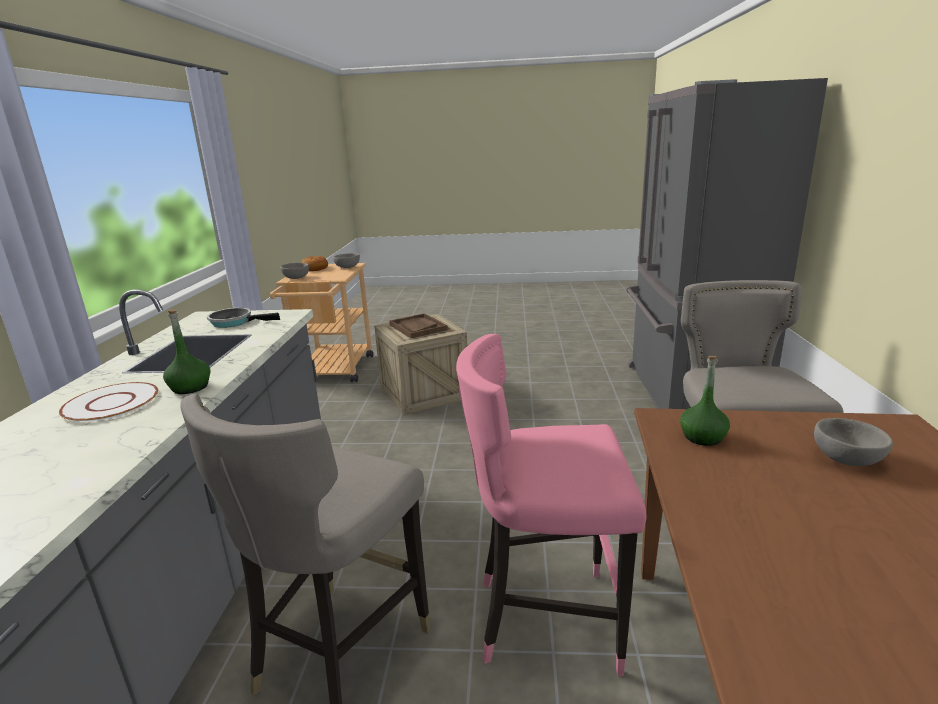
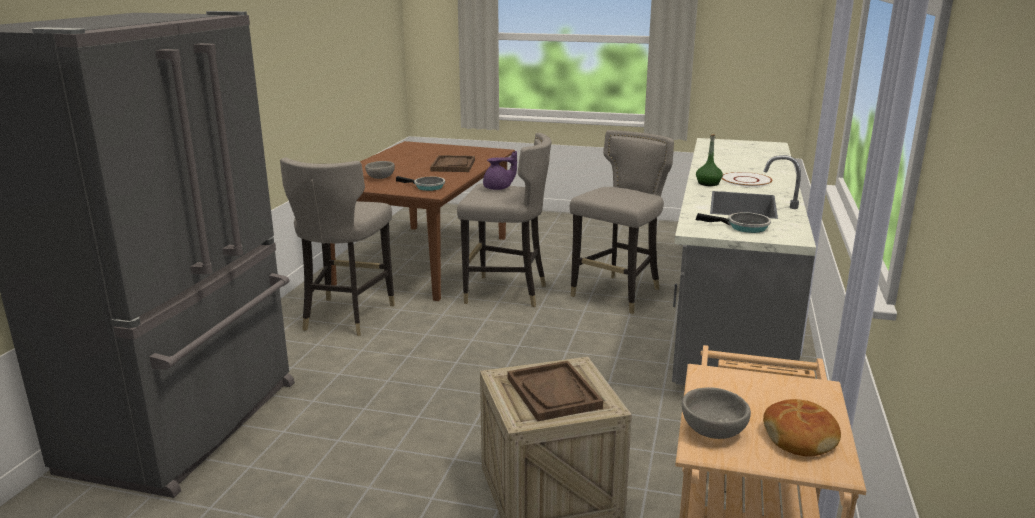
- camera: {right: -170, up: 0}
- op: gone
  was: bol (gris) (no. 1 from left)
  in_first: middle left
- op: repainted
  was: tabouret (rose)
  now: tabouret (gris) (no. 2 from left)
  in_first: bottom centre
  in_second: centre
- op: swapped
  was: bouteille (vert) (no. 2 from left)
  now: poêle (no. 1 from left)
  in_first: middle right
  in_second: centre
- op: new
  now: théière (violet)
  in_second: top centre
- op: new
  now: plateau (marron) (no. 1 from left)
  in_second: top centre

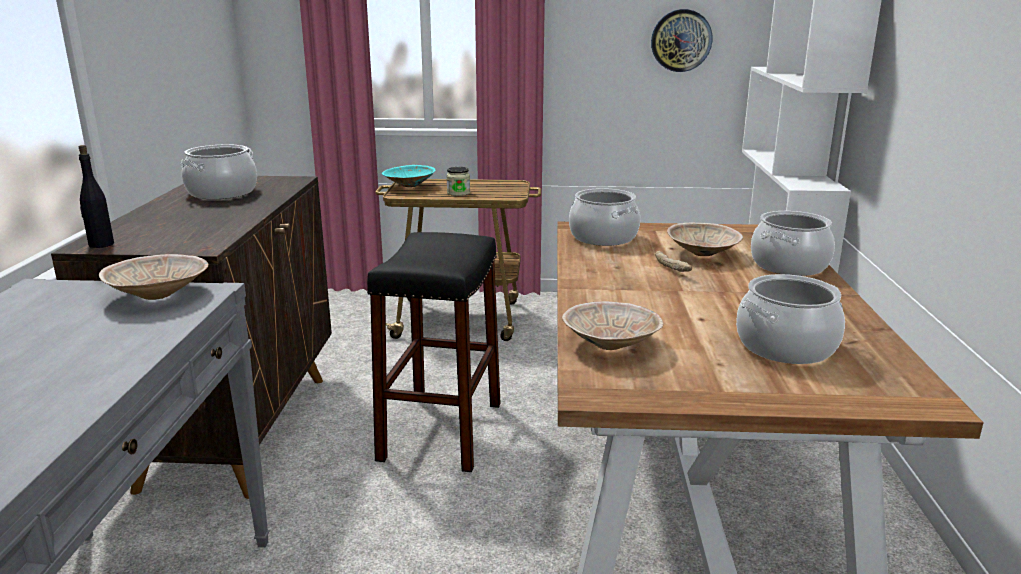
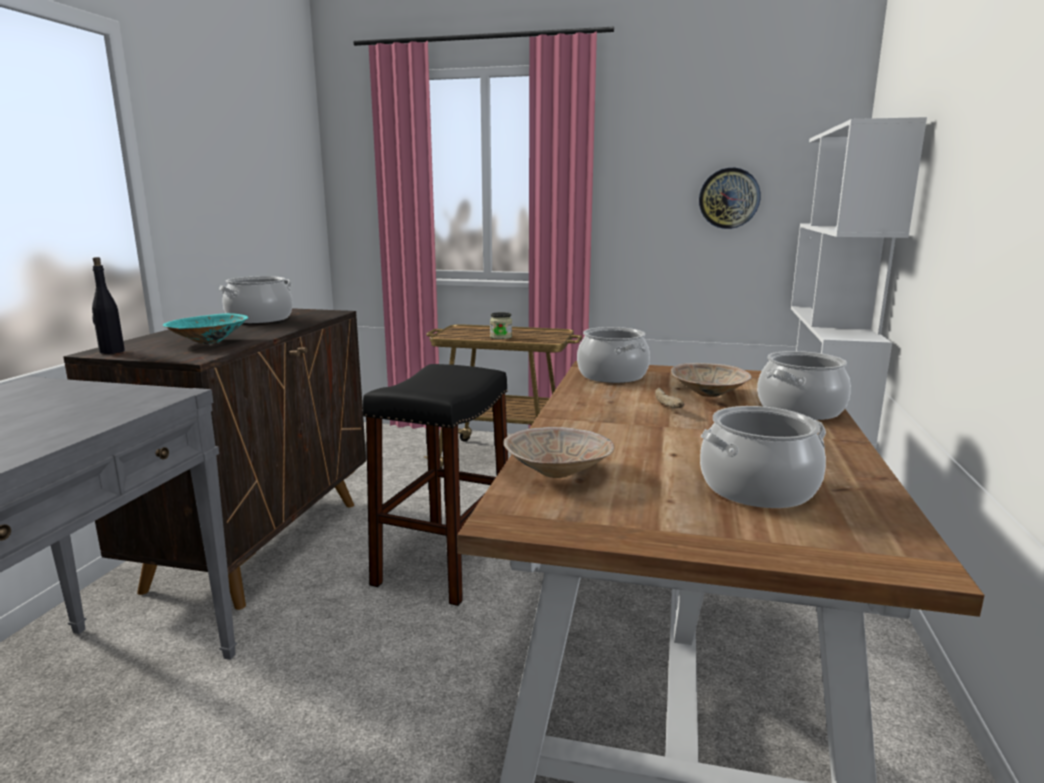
- camera: {right: 10, up: -5}
- op: shifted
  was: bol (turquoise)
  in_first: top centre
  in_second: middle left
- op: gone
  was: bol (beige) (no. 1 from left)
  in_first: middle left

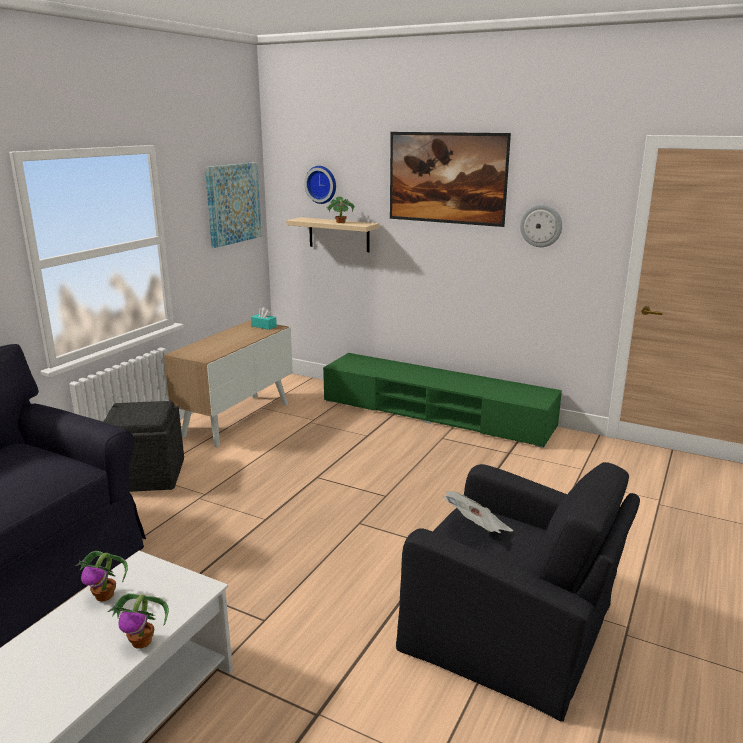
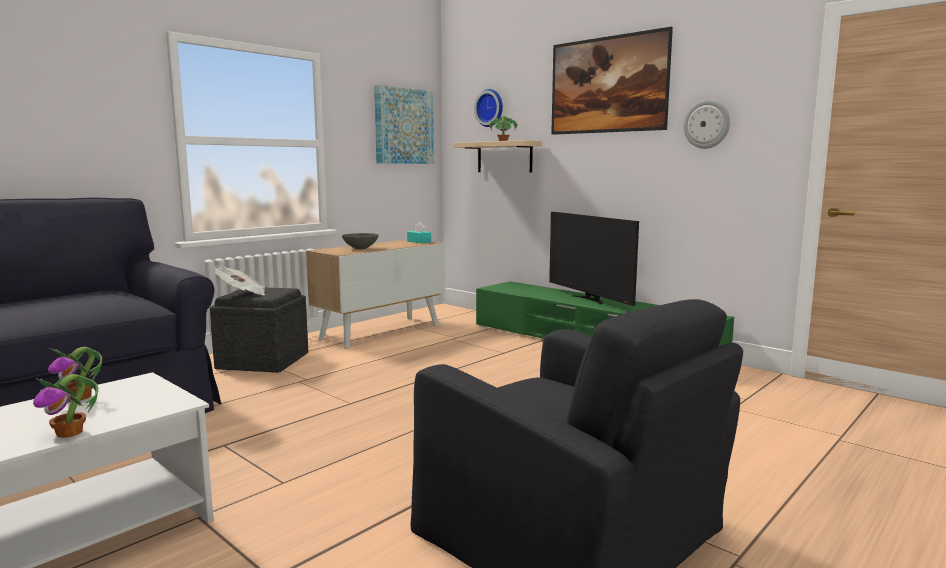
- camera: {right: 15, up: -10}
- op: shifted
  was: journal
  in_first: bottom centre
  in_second: middle left
- op: new
  now: téléviseur
  in_second: centre
- op: new
  now: bol (gris)
  in_second: centre

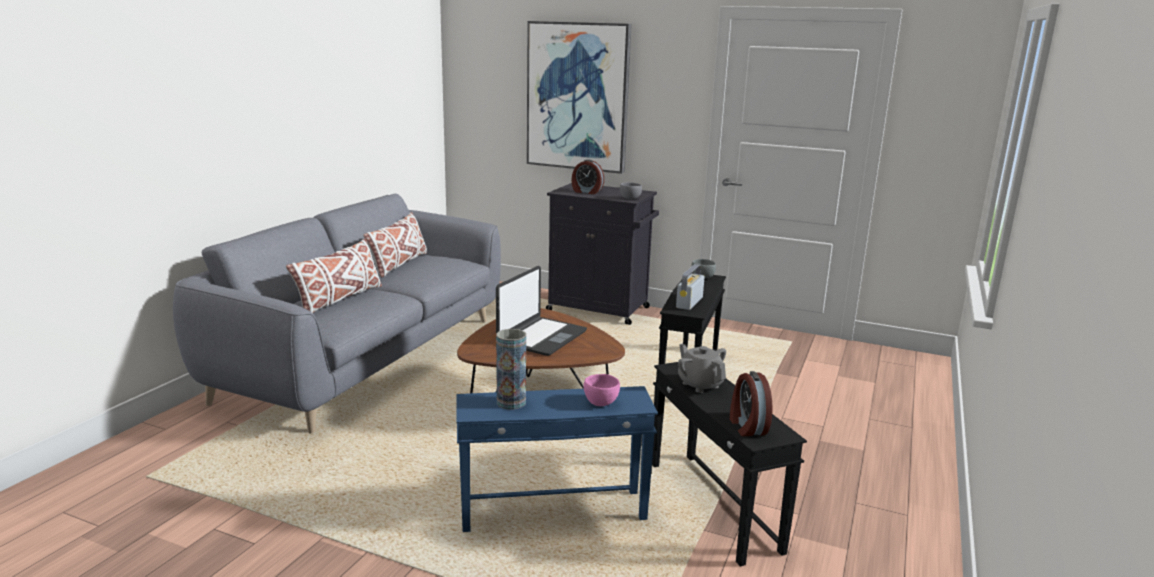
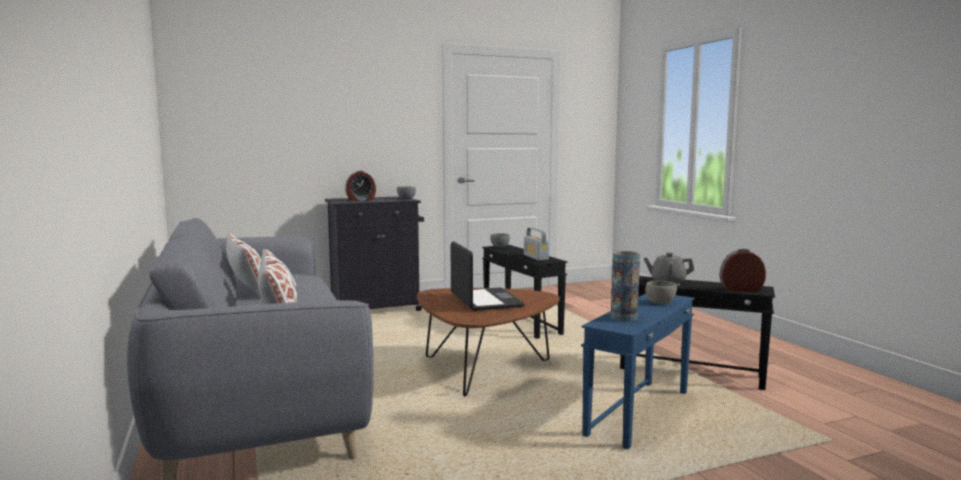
- camera: {right: -45, up: -10}
- op: gone
  was: tableau
  in_first: top centre
- op: rotated
  was: réveil (no. 2 from left)
  in_first: bottom centre
  in_second: middle right
  clockwise: 150
- op: repainted
  was: bol (rose)
  now: bol (gris) (no. 3 from left)
  in_first: bottom centre
  in_second: middle right

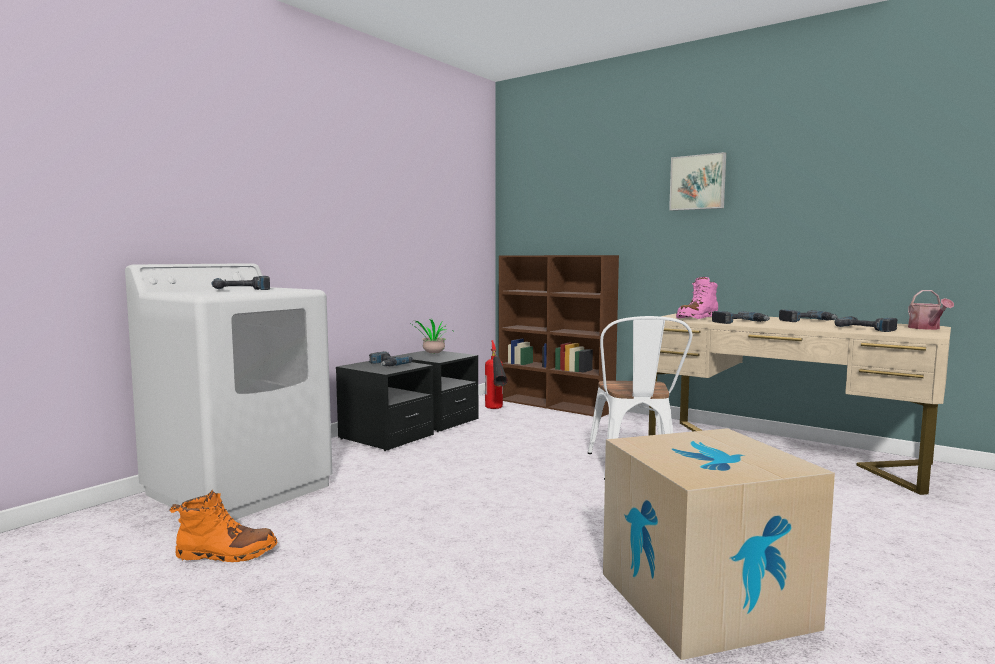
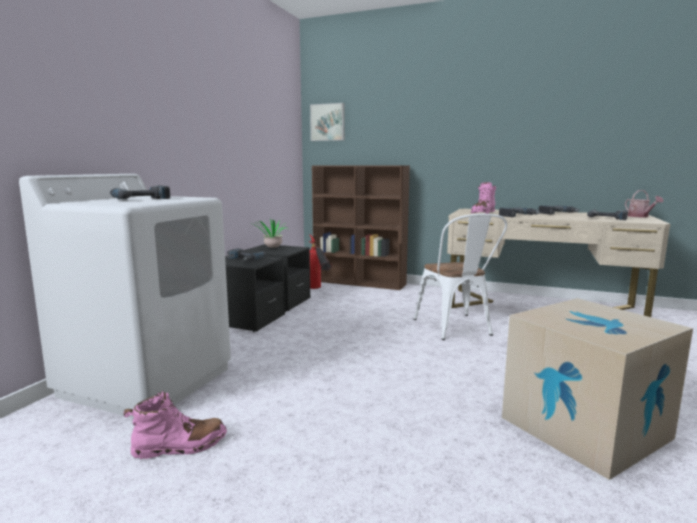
- camera: {right: -15, up: 5}
- op: shifted
  was: tableau
  in_first: top right
  in_second: top centre
- op: repainted
  was: botte (orange)
  now: botte (rose) (no. 1 from left)
  in_first: bottom left
  in_second: bottom left

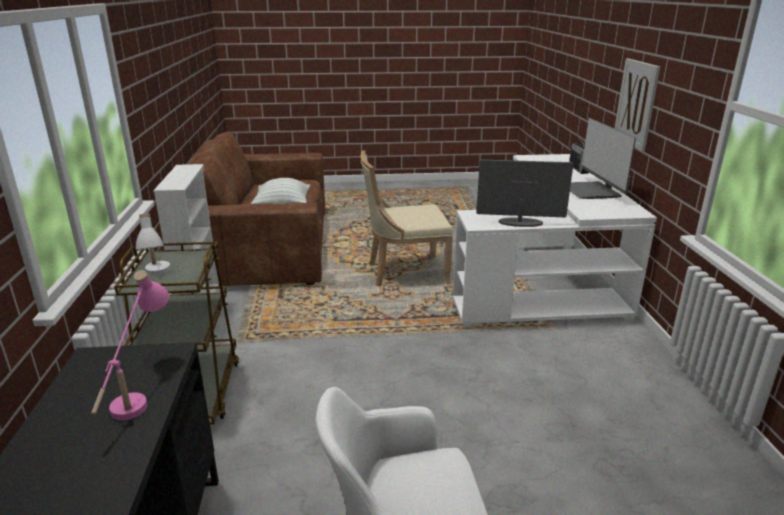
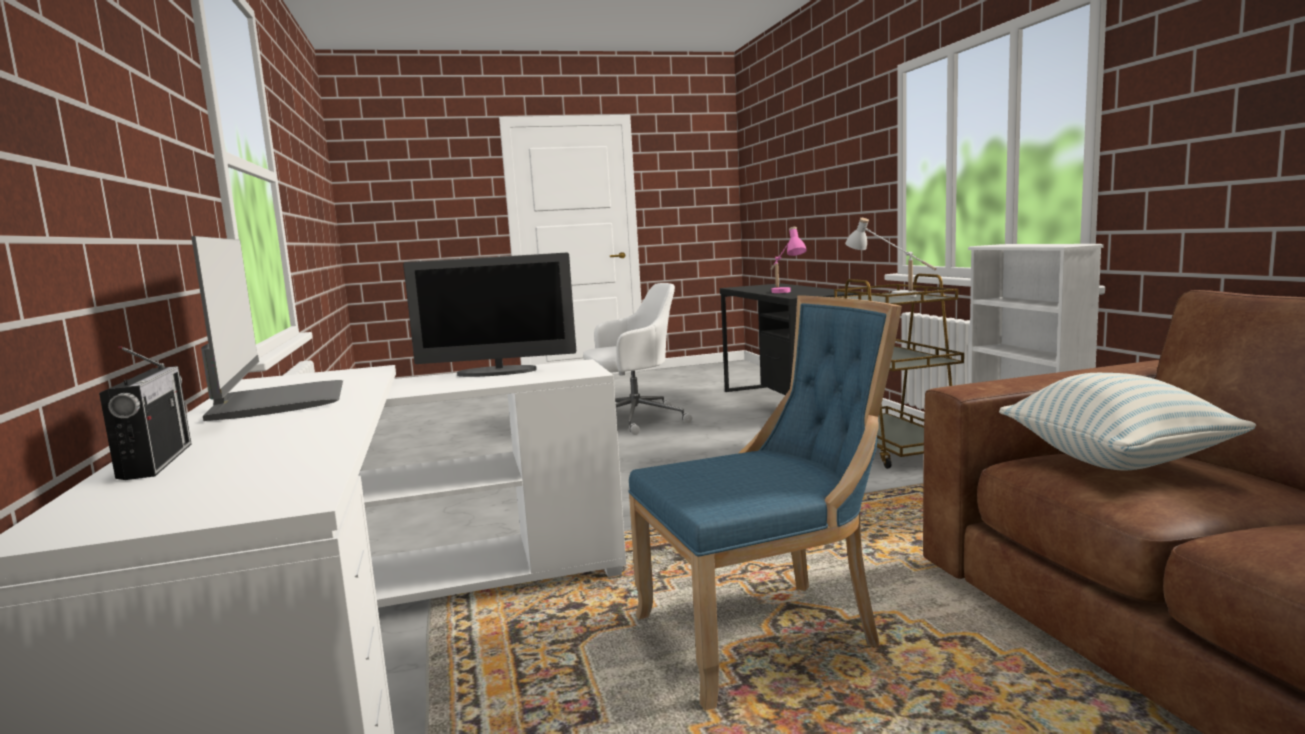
- camera: {right: 170, up: -15}
- op: gone
  was: tableau
  in_first: top right
- op: repainted
  was: chaise (beige)
  now: chaise (bleu)
  in_first: centre
  in_second: bottom centre

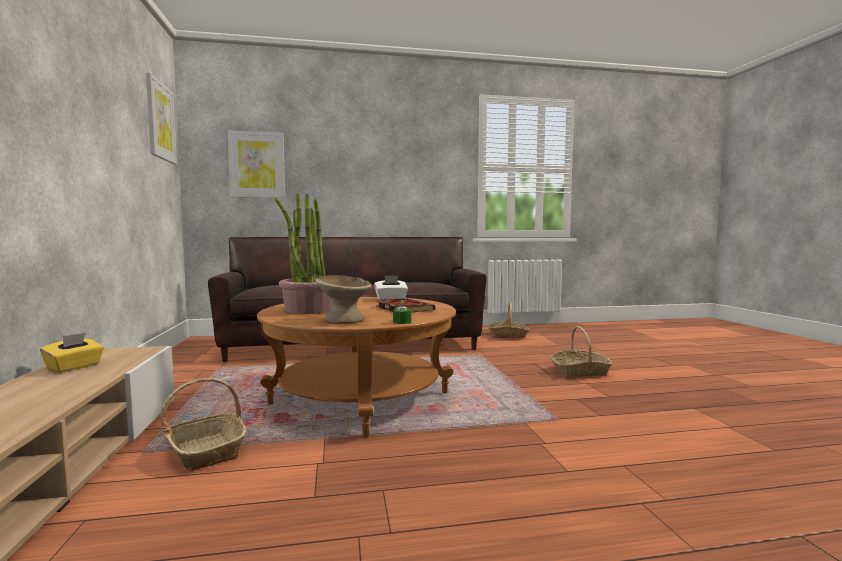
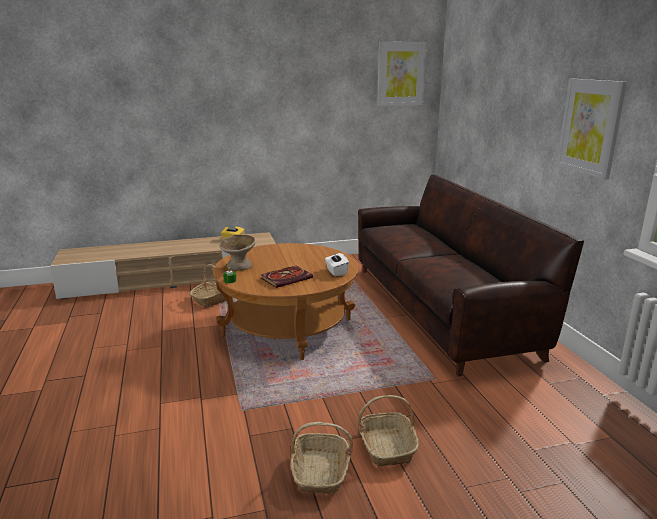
- camera: {right: 85, up: 15}
- op: shifted
  was: tableau (no. 2 from left)
  in_first: top left
  in_second: top right
- op: gone
  was: plante en pot
  in_first: centre
- op: shifted
  was: panier (no. 2 from left)
  in_first: centre
  in_second: bottom centre

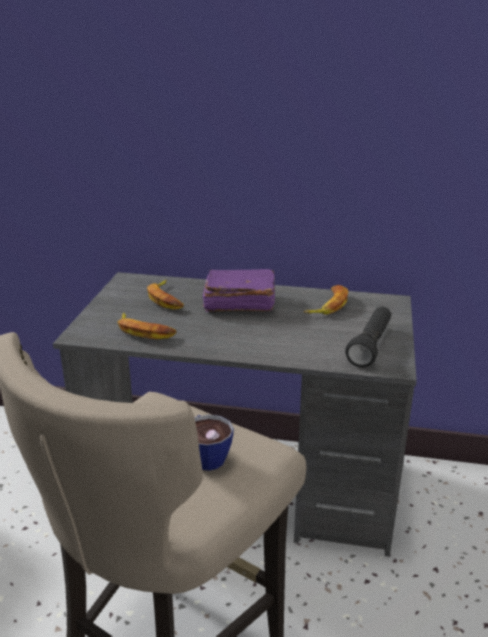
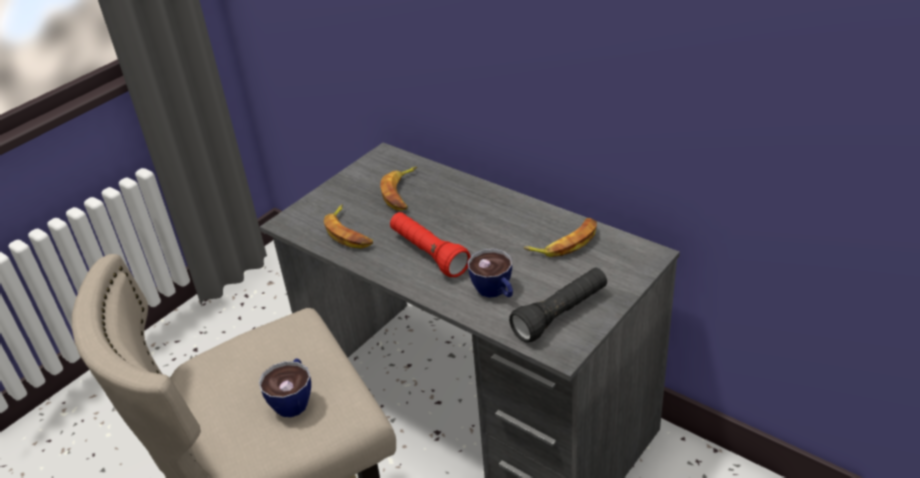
- camera: {right: 30, up: 10}
- op: gone
  was: livre (violet)
  in_first: centre
- op: new
  now: lampe de poche (rouge)
  in_second: centre
- op: new
  now: tasse (no. 2 from left)
  in_second: centre

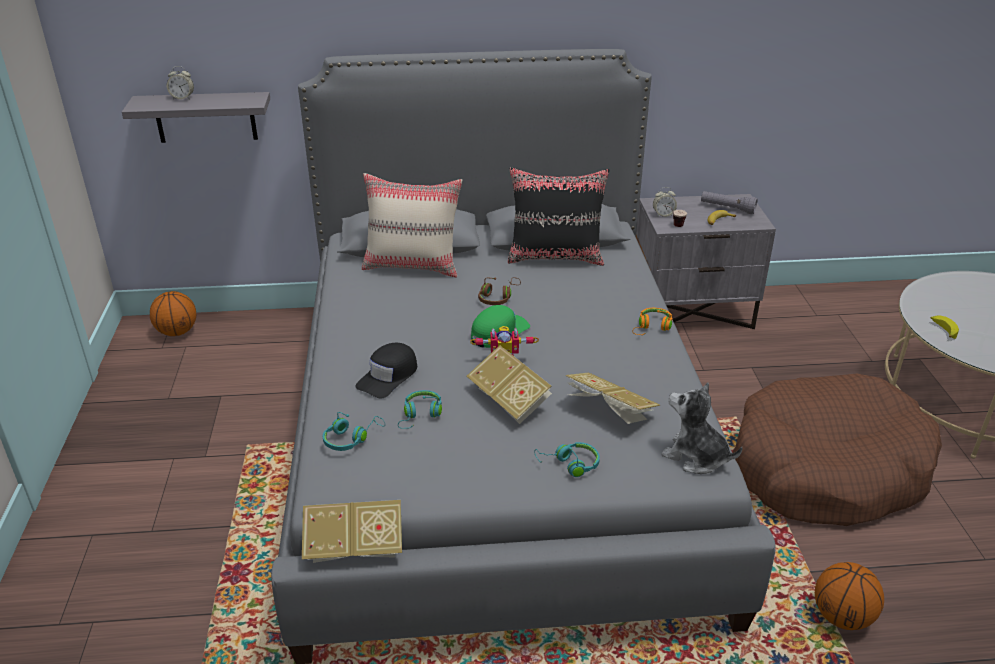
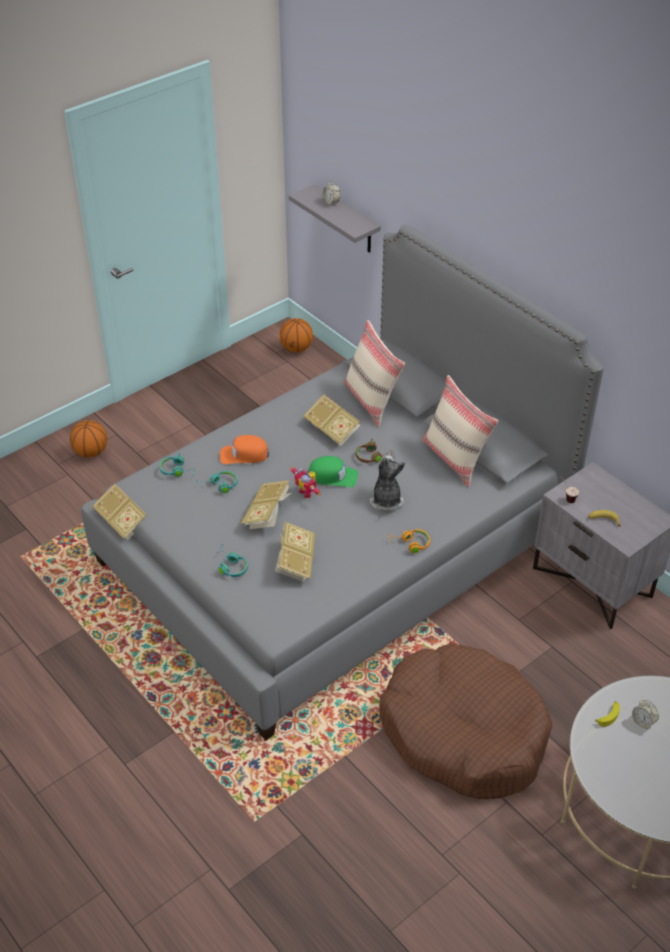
- camera: {right: 55, up: 10}
- op: repainted
  was: coussin (noir)
  now: coussin (beige) (no. 2 from left)
  in_first: top centre
  in_second: middle right
- op: shifted
  was: réveil (no. 2 from left)
  in_first: top right
  in_second: bottom right
- op: gone
  was: lampe de poche (gris)
  in_first: top right
- op: repainted
  was: casquette (noir)
  now: casquette (orange)
  in_first: centre
  in_second: centre
- op: shifted
  was: peluche
  in_first: middle right
  in_second: centre
- op: shifted
  was: ballon de basket (no. 2 from left in the first image)
  now: ballon de basket (no. 1 from left)
  in_first: bottom right
  in_second: middle left
- op: new
  now: livre (no. 4 from left)
  in_second: centre

